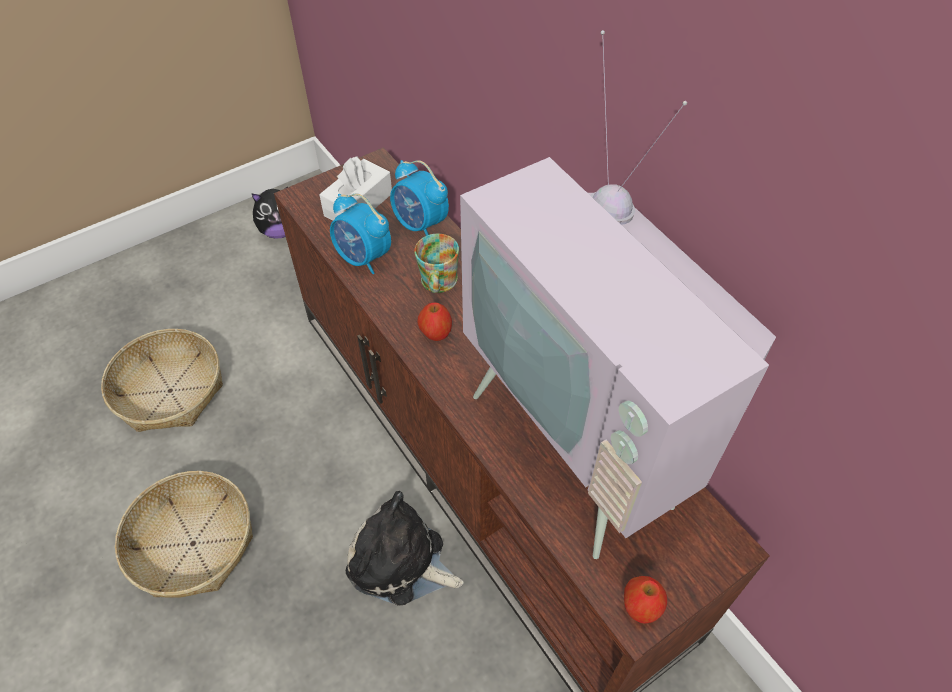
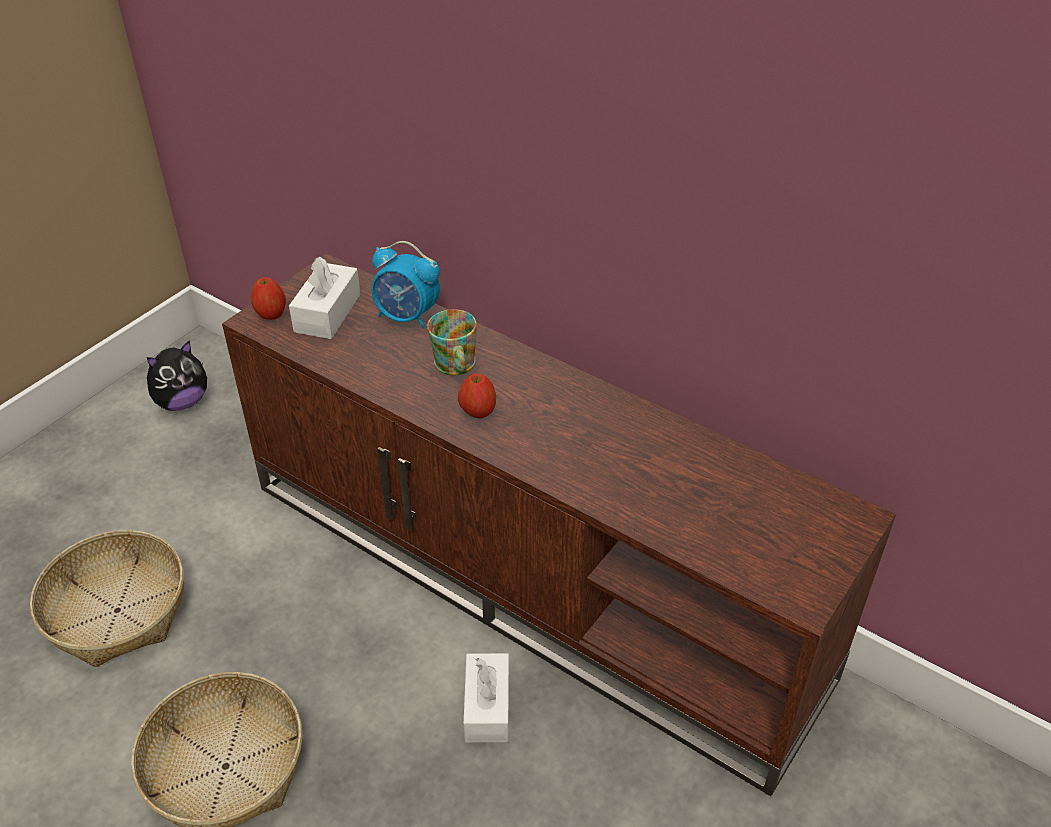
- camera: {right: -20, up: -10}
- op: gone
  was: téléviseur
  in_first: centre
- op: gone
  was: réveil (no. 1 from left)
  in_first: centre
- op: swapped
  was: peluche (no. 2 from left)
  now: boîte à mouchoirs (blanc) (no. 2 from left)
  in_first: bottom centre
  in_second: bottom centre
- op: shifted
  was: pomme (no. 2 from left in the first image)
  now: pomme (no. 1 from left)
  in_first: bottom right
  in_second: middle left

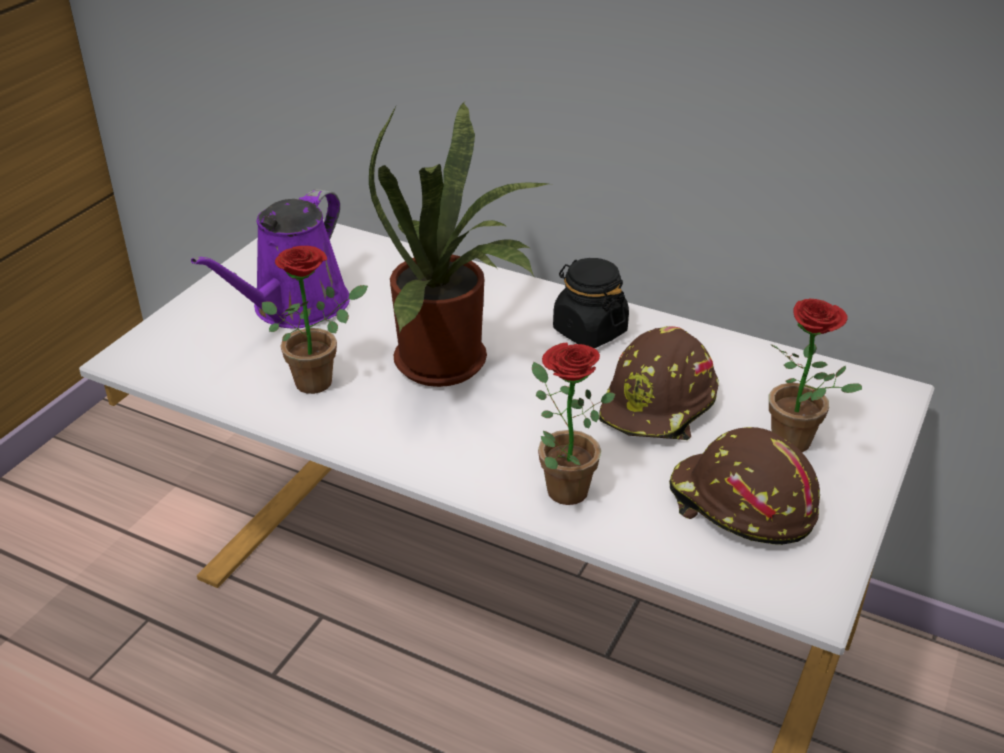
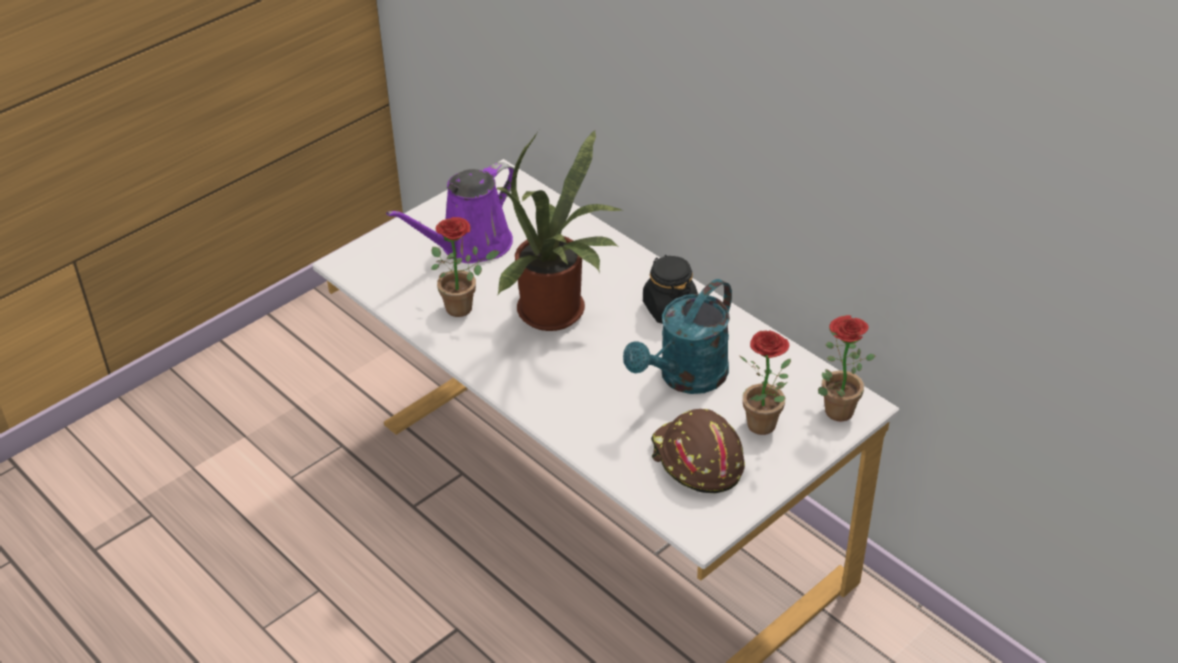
- camera: {right: 20, up: 5}
- op: swapped
  was: casque de chantier (marron) (no. 1 from left)
  now: arrosoir (turquoise)
  in_first: centre
  in_second: centre
- op: shifted
  was: plante en pot (no. 3 from left in the first image)
  now: plante en pot (no. 4 from left)
  in_first: centre
  in_second: middle right

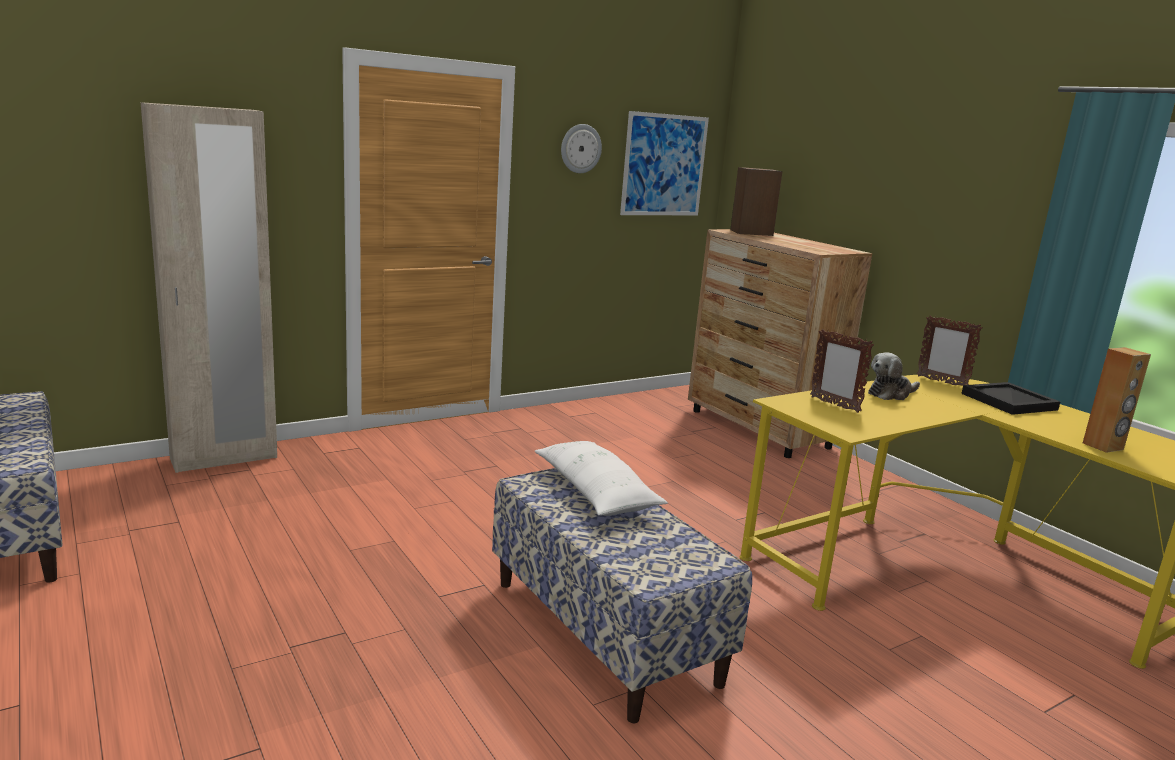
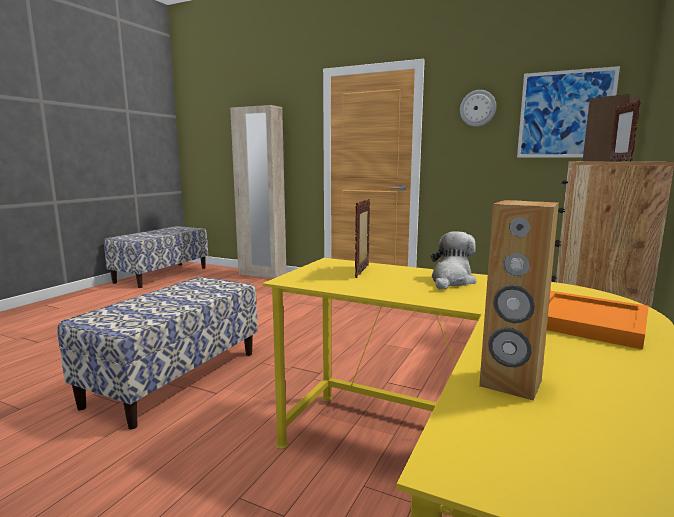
- camera: {right: 60, up: -5}
- op: shifted
  was: cadre photo (no. 2 from left)
  in_first: middle right
  in_second: top right
- op: rotated
  was: peluche
  in_first: middle right
  in_second: middle right
  clockwise: 90
- op: repainted
  was: plateau (noir)
  now: plateau (orange)
  in_first: middle right
  in_second: middle right
- op: gone
  was: coussin (blanc)
  in_first: centre

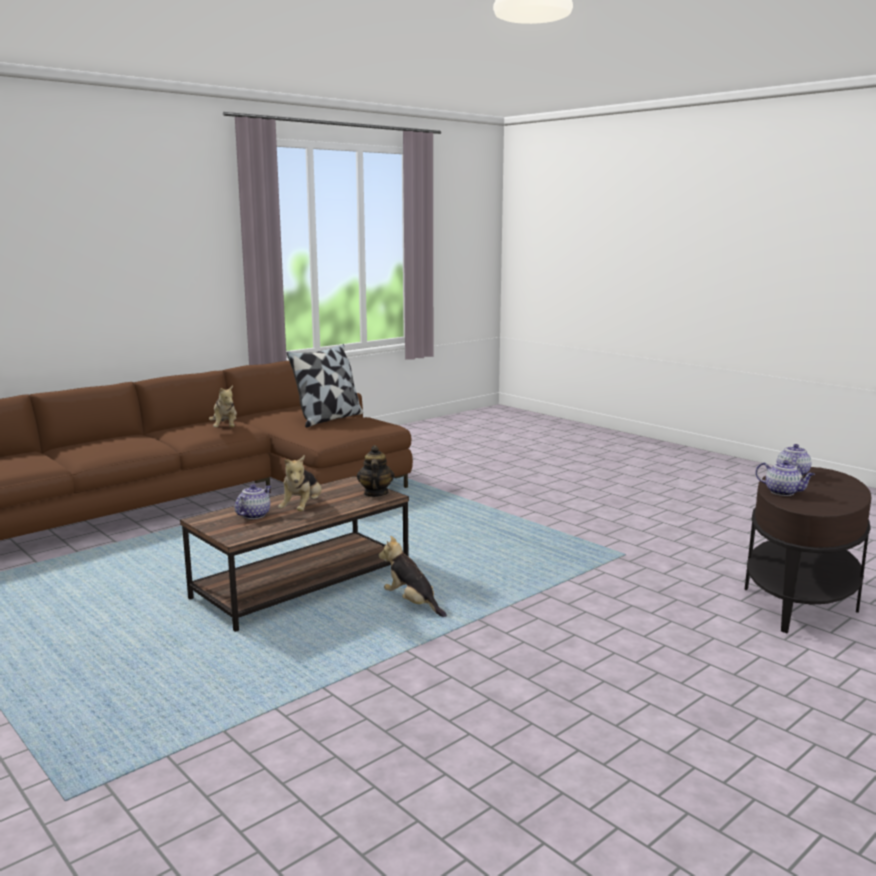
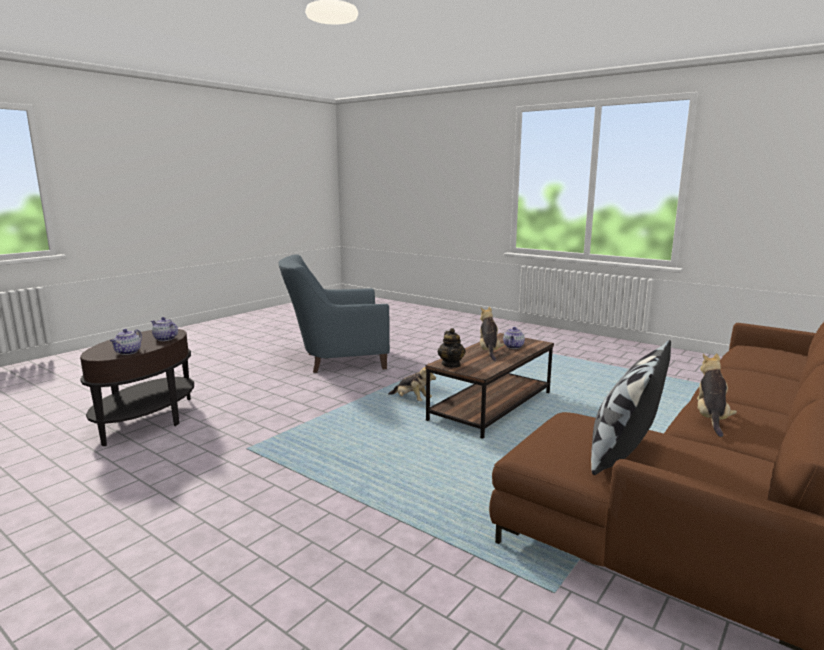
- camera: {right: 170, up: 0}
- op: rotated
  was: peluche (no. 1 from left in the first image)
  in_first: middle left
  in_second: middle right
  clockwise: 45
- op: new
  now: fauteuil (bleu)
  in_second: centre

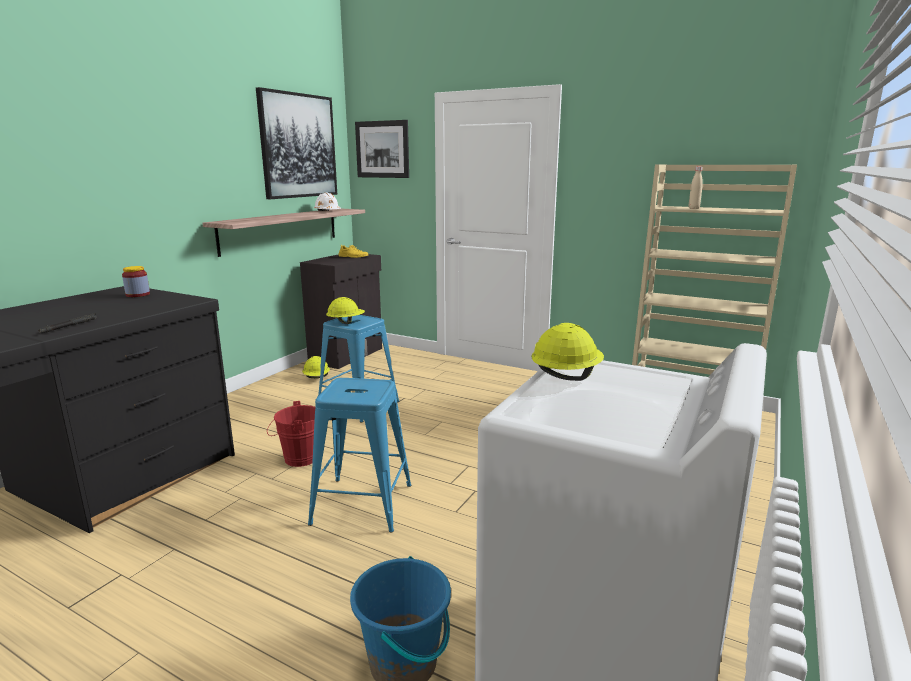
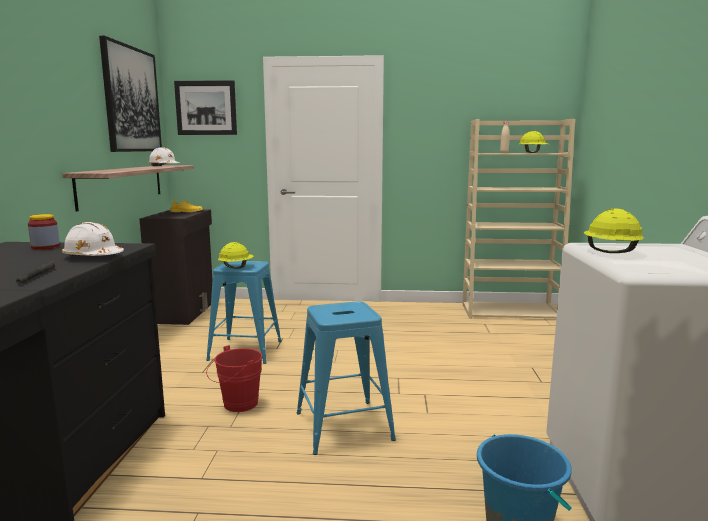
- camera: {right: -25, up: -5}
- op: shifted
  was: casque de chantier (jaune) (no. 1 from left in the first image)
  now: casque de chantier (jaune) (no. 2 from left)
  in_first: centre
  in_second: top right
- op: new
  now: casque de chantier (blanc) (no. 1 from left)
  in_second: middle left

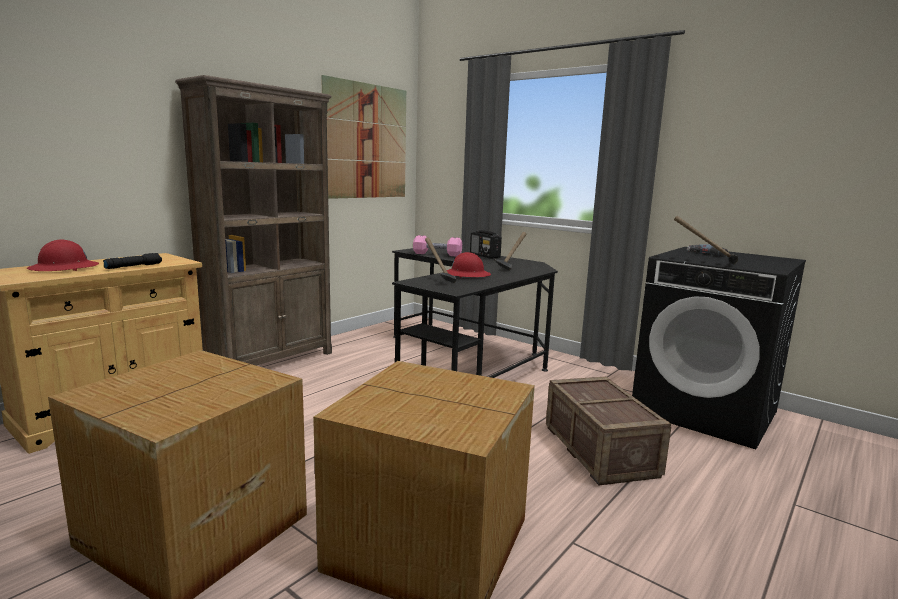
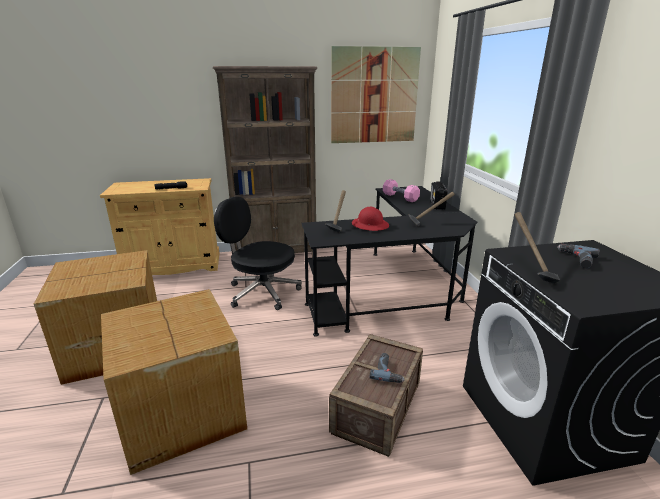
- camera: {right: 40, up: 10}
- op: gone
  was: casque de chantier (rouge) (no. 1 from left)
  in_first: middle left
- op: new
  now: chaise de bureau (noir)
  in_second: centre
- op: new
  now: perceuse (no. 1 from left)
  in_second: bottom centre

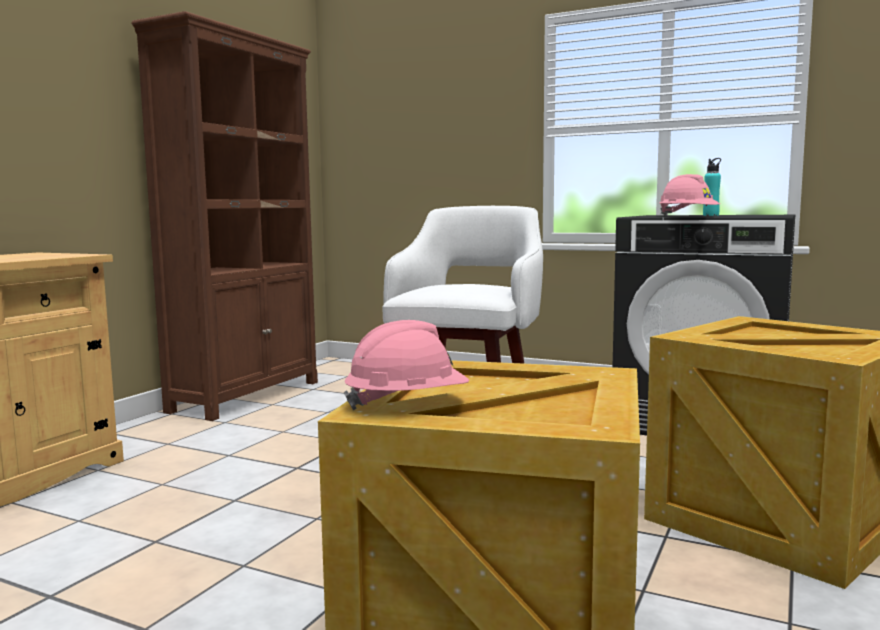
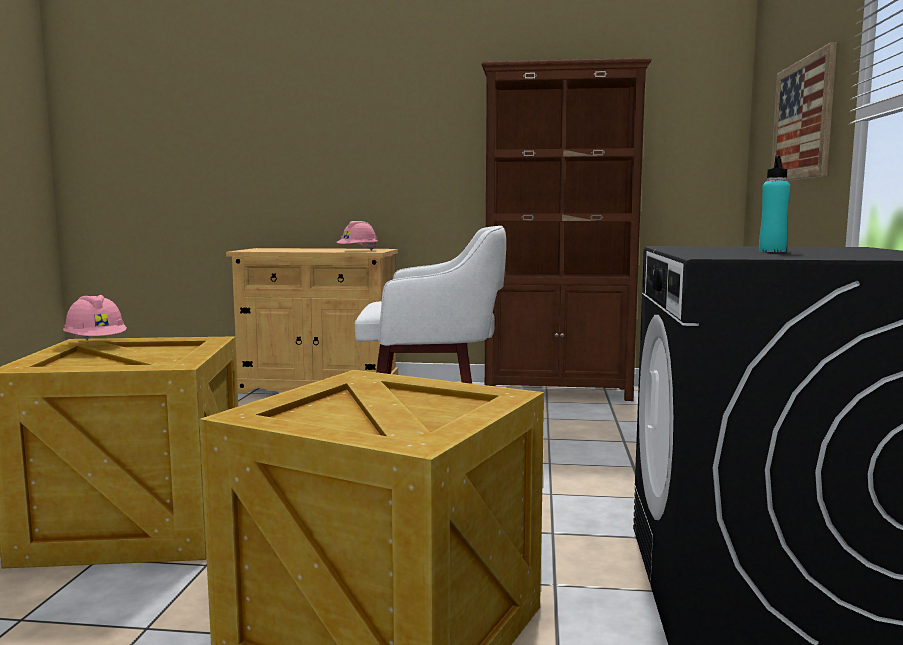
- camera: {right: 70, up: 0}
- op: shifted
  was: casque de chantier (rose) (no. 2 from left)
  in_first: top right
  in_second: centre
- op: new
  now: tableau
  in_second: top right

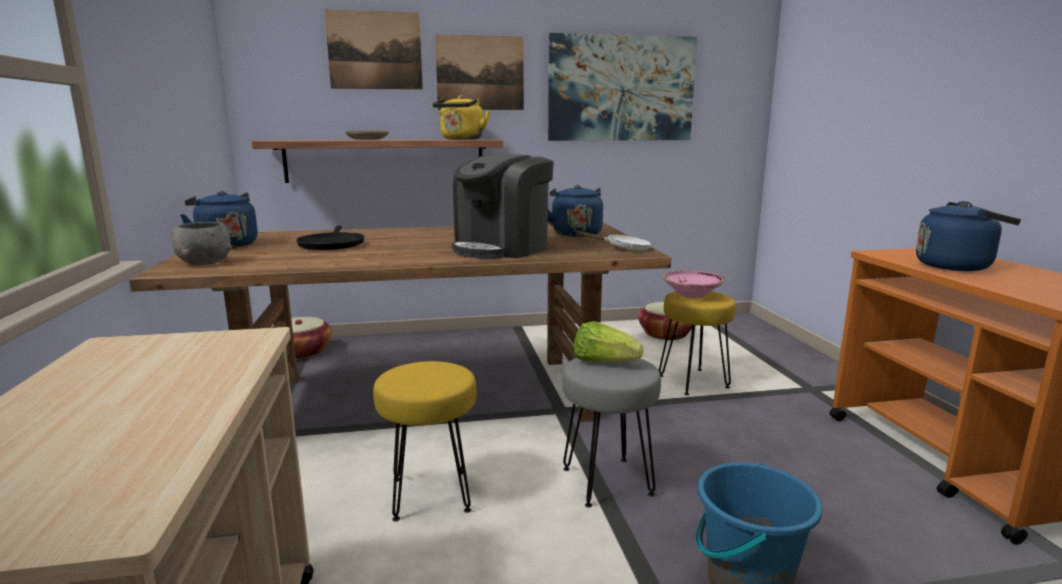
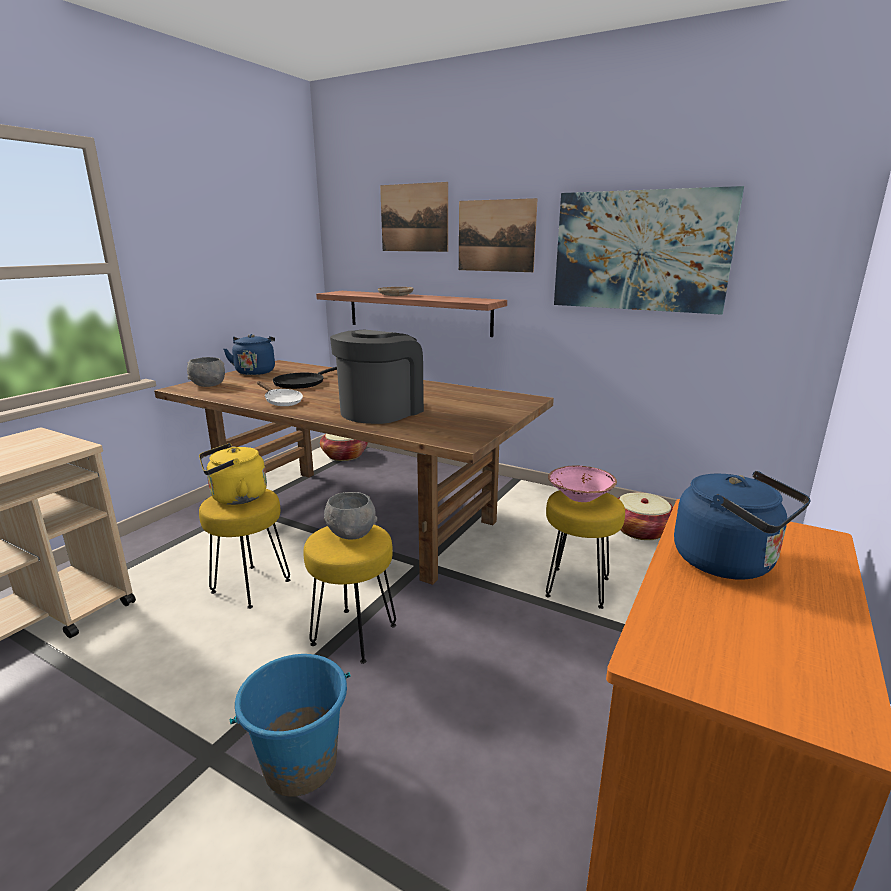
- camera: {right: 40, up: 5}
- op: shifted
  was: bouilloire (jaune)
  in_first: top centre
  in_second: middle left
- op: rotated
  was: machine à café
  in_first: centre
  in_second: centre
  clockwise: 135
- op: gone
  was: bouilloire (bleu) (no. 2 from left)
  in_first: centre
- op: shifted
  was: poêle (blanc)
  in_first: centre
  in_second: middle left
- op: swapped
  was: laitue
  now: bol (gris) (no. 2 from left)
  in_first: centre
  in_second: centre
- op: repainted
  was: tabouret (gris)
  now: tabouret (jaune) (no. 2 from left)
  in_first: bottom centre
  in_second: bottom centre

